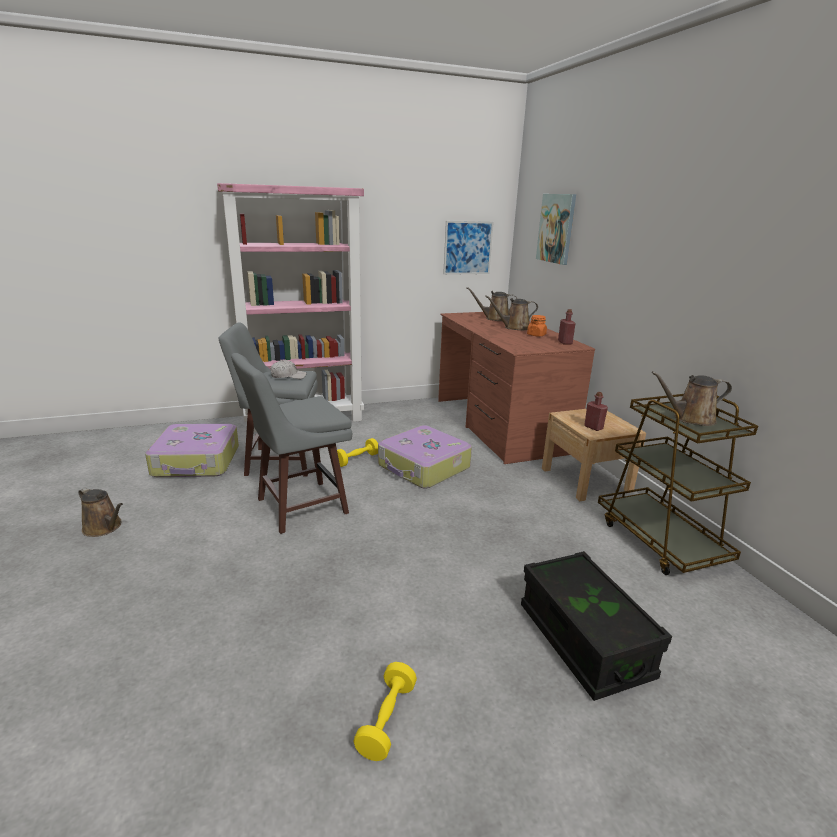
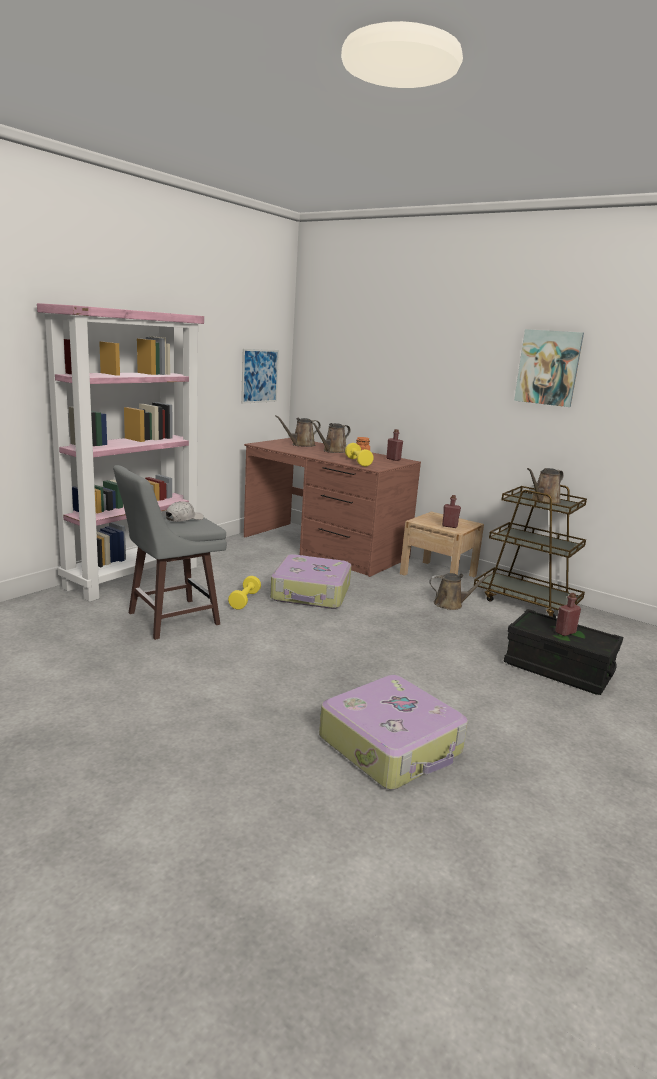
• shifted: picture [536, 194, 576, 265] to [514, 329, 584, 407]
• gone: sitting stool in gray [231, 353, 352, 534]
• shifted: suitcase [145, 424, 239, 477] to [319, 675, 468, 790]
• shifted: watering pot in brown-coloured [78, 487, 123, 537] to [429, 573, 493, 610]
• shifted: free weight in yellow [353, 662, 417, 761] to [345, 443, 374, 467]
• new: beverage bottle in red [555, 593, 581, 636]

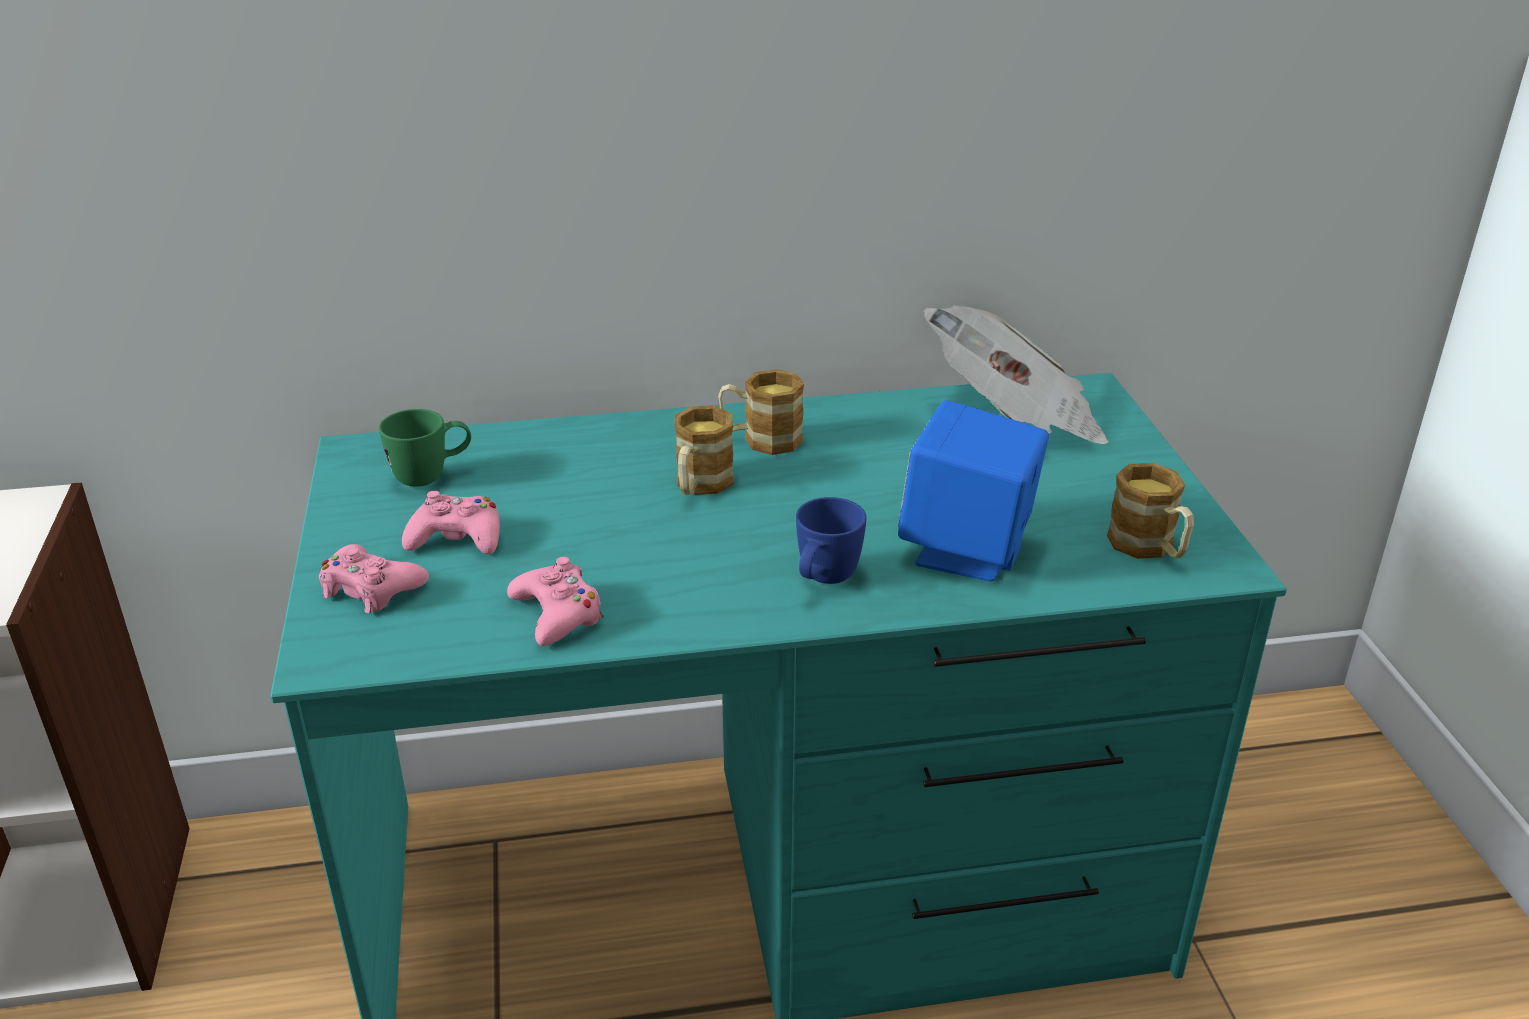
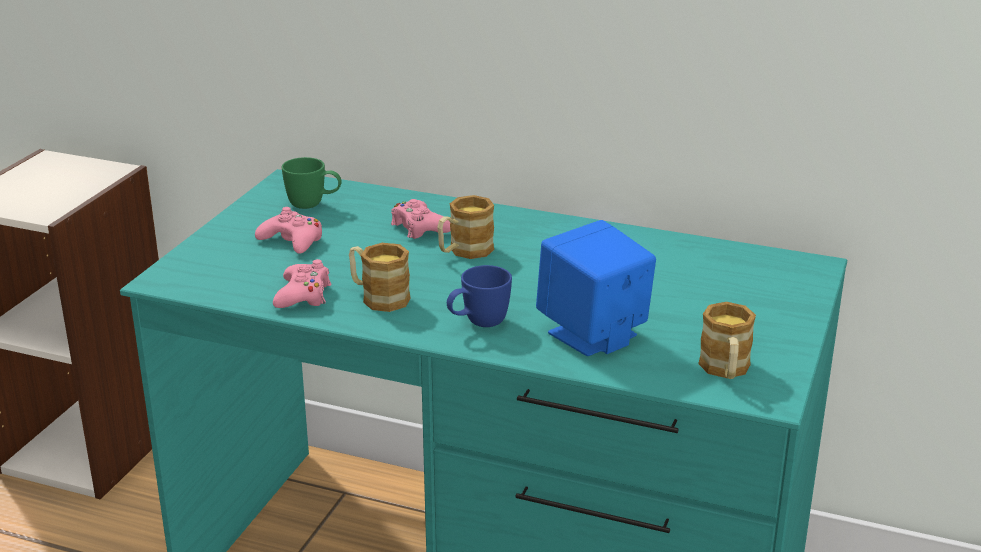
• gone: newspaper [924, 305, 1109, 444]
• shifted: mug [718, 369, 804, 455] to [349, 243, 411, 312]
• shifted: gamepad in pinkish [319, 544, 429, 614] to [391, 199, 451, 239]

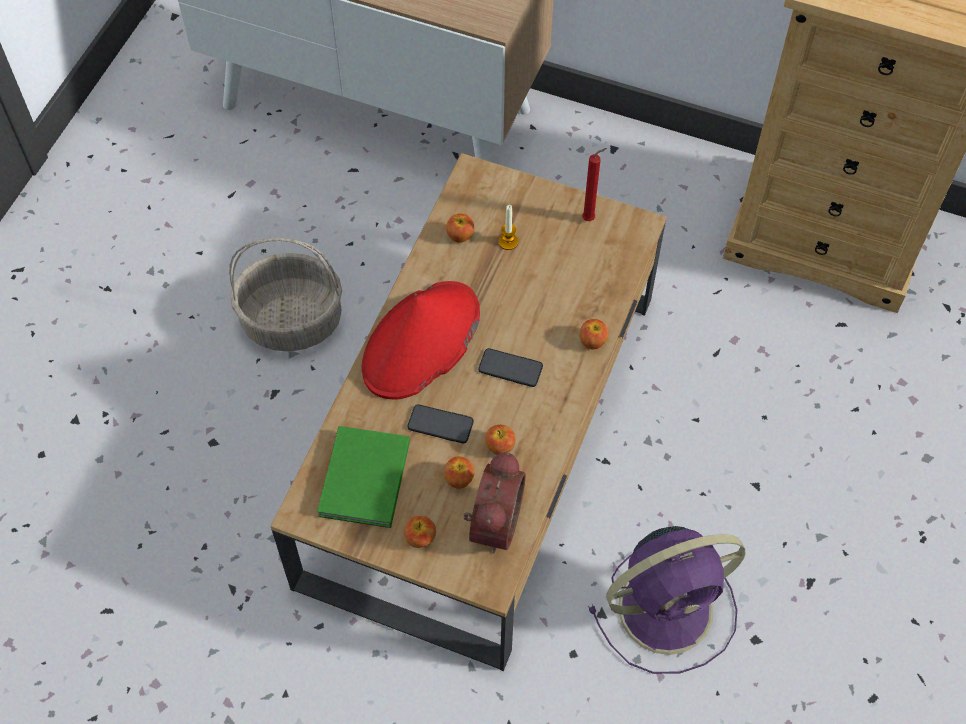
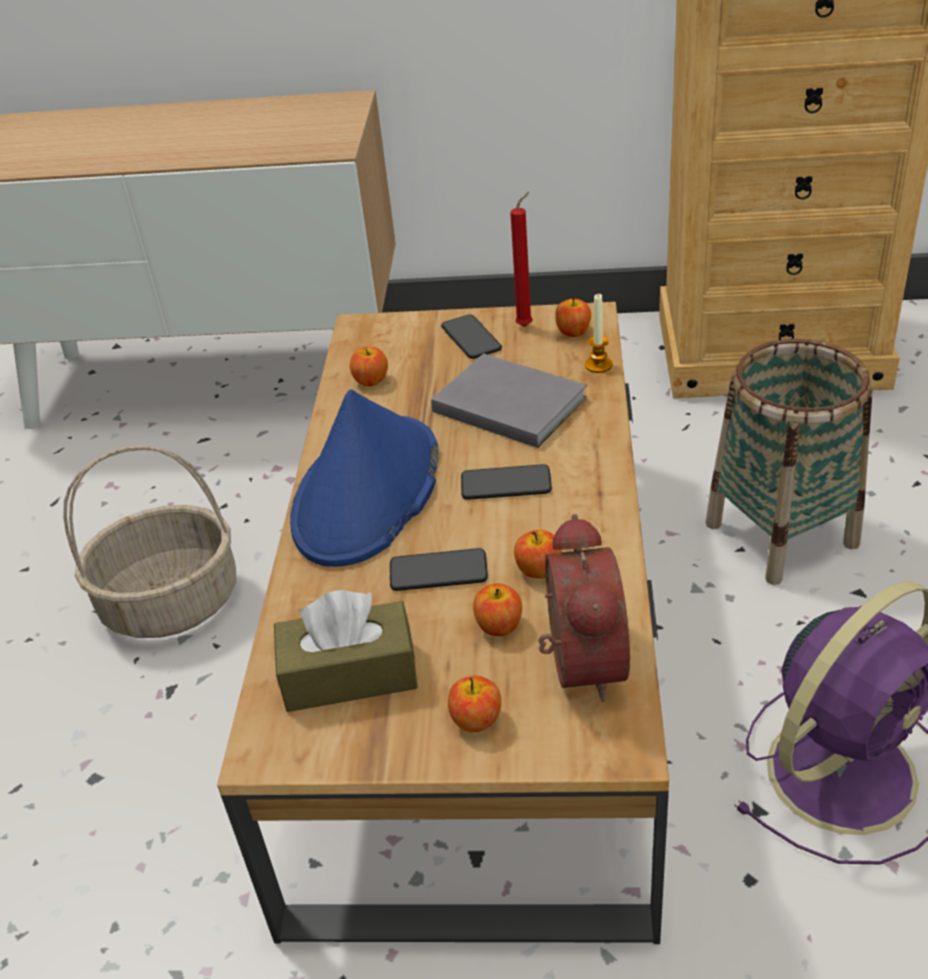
• shifted: wax candle [498, 205, 518, 250] to [585, 294, 613, 373]
• repainted: wearable hat in red [362, 281, 480, 400] to wearable hat in blue-coloured [290, 389, 439, 567]
• shifted: whole apple [579, 319, 609, 349] to [555, 298, 591, 337]
• swapped: volume in green [317, 426, 410, 528] to tissue holder in brown-coloured [274, 590, 418, 712]
• new: telephone [441, 315, 502, 359]
• new: basket [705, 339, 873, 585]
• new: volume in gray [431, 353, 587, 448]

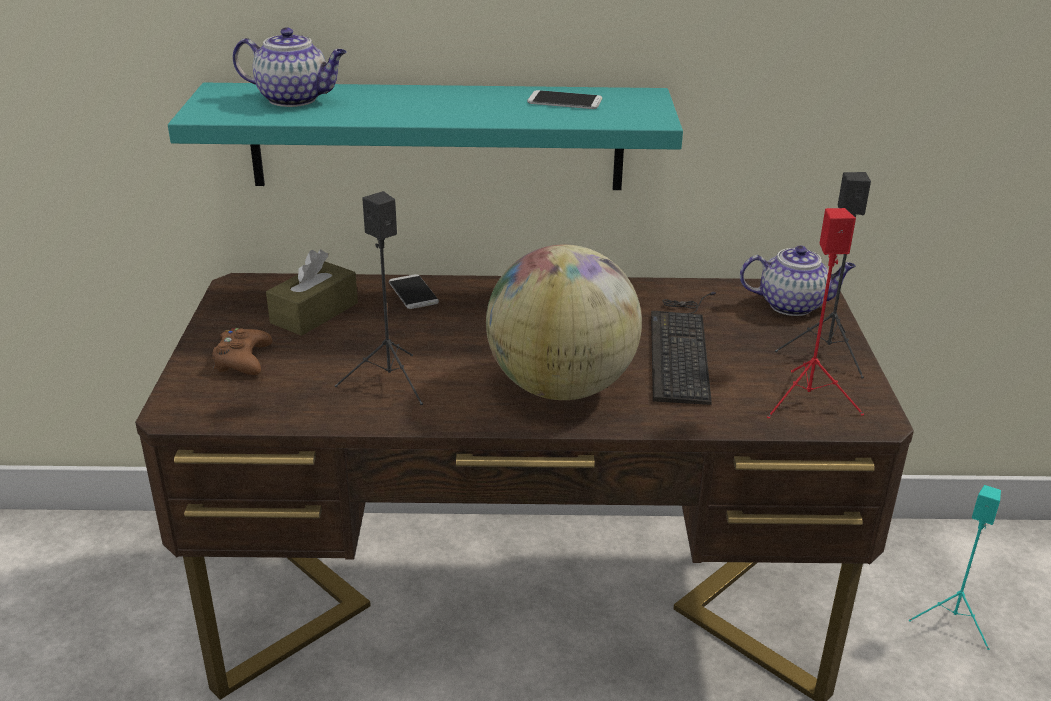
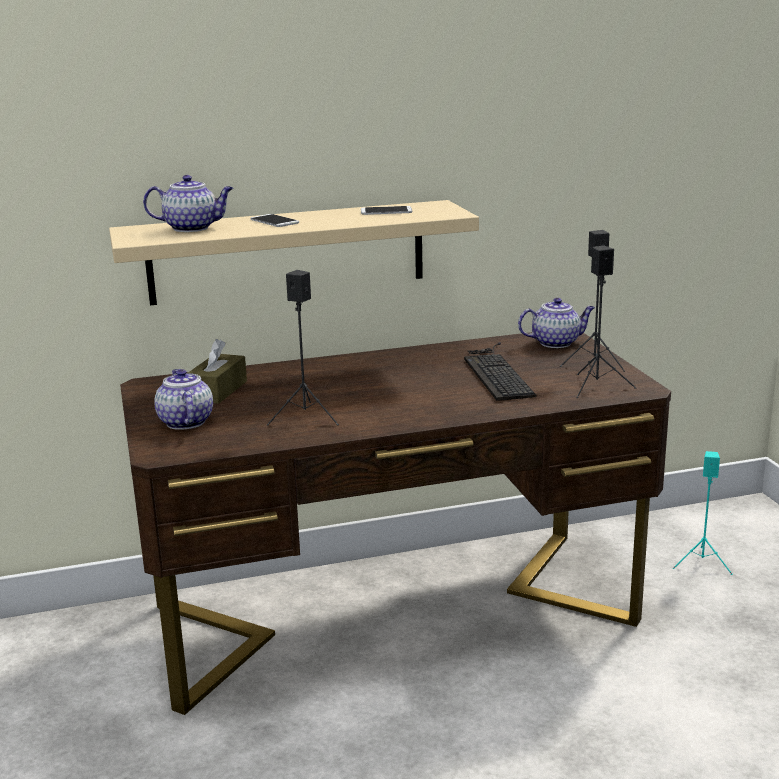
• repainted: bracket shelf in blue-green [168, 83, 683, 190] to bracket shelf in beige [109, 200, 479, 306]
• repainted: loudspeaker in red [767, 208, 864, 419] to loudspeaker in black-coloured [576, 246, 636, 398]
• gone: globe [486, 245, 642, 400]
• shifted: telephone [389, 274, 439, 309] to [250, 214, 299, 227]
• swapped: gamepad in brown-coloured [213, 328, 272, 375] to tea pot [154, 369, 213, 430]

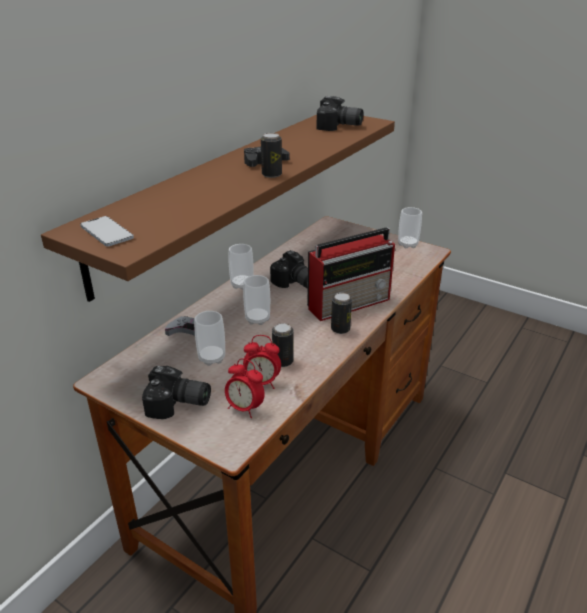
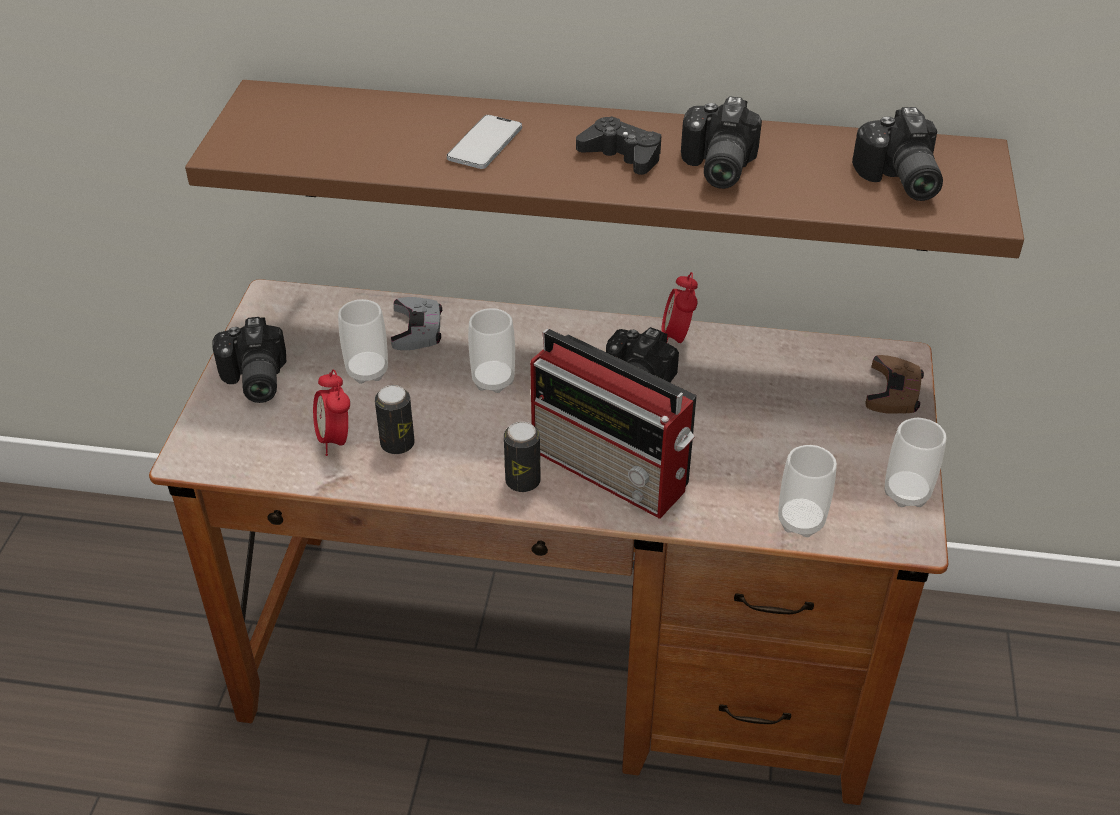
• gone: can [261, 133, 282, 178]
• shifted: telephone [80, 216, 134, 247] to [447, 115, 522, 169]
• shifted: cup [228, 244, 254, 290] to [778, 445, 837, 537]
• shifted: bedside clock [225, 358, 265, 418] to [661, 272, 698, 343]
• new: photo camera [681, 96, 762, 189]
• new: gamepad in brown-coloured [865, 355, 924, 414]

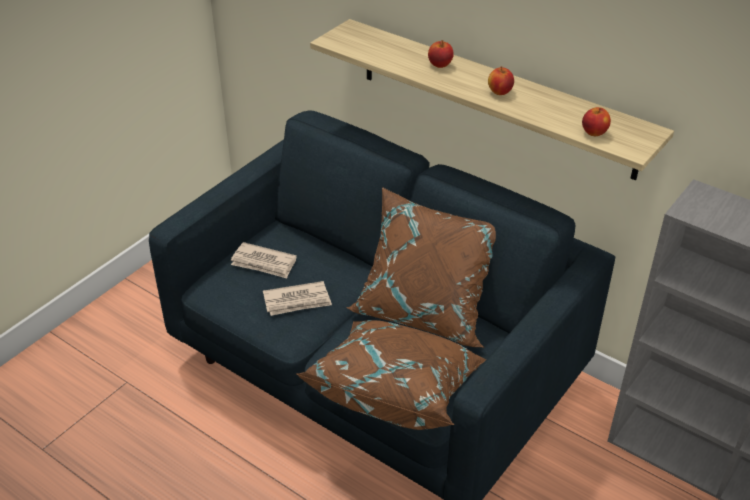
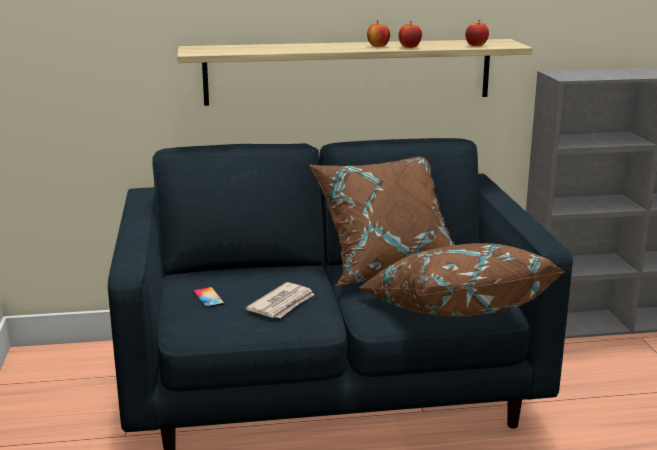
• shifted: whole apple [428, 40, 454, 68] to [398, 21, 422, 48]
• swapped: newspaper [231, 242, 297, 278] to telephone [194, 287, 225, 308]

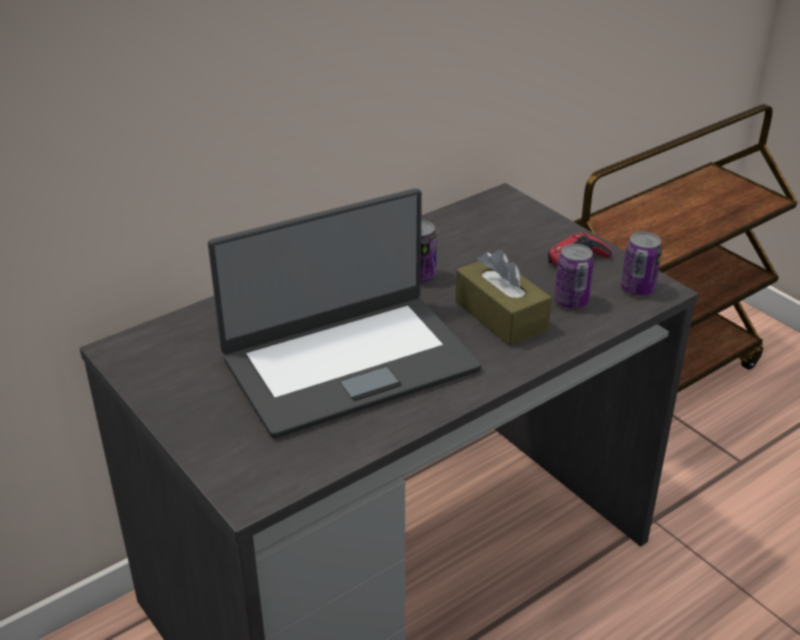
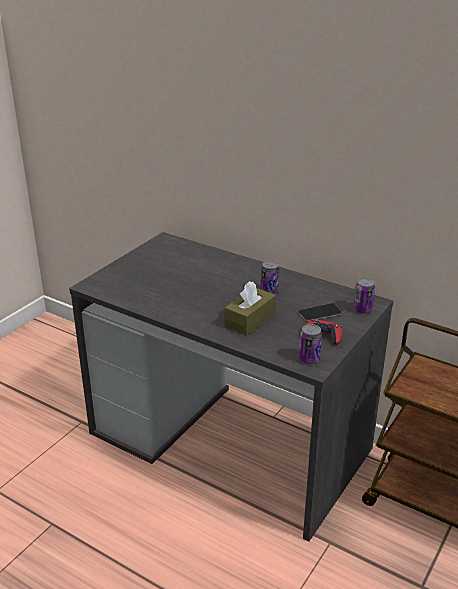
• gone: laptop [208, 188, 481, 438]
• shifted: can [554, 244, 594, 309] to [353, 278, 375, 314]
• new: telephone [299, 303, 342, 321]

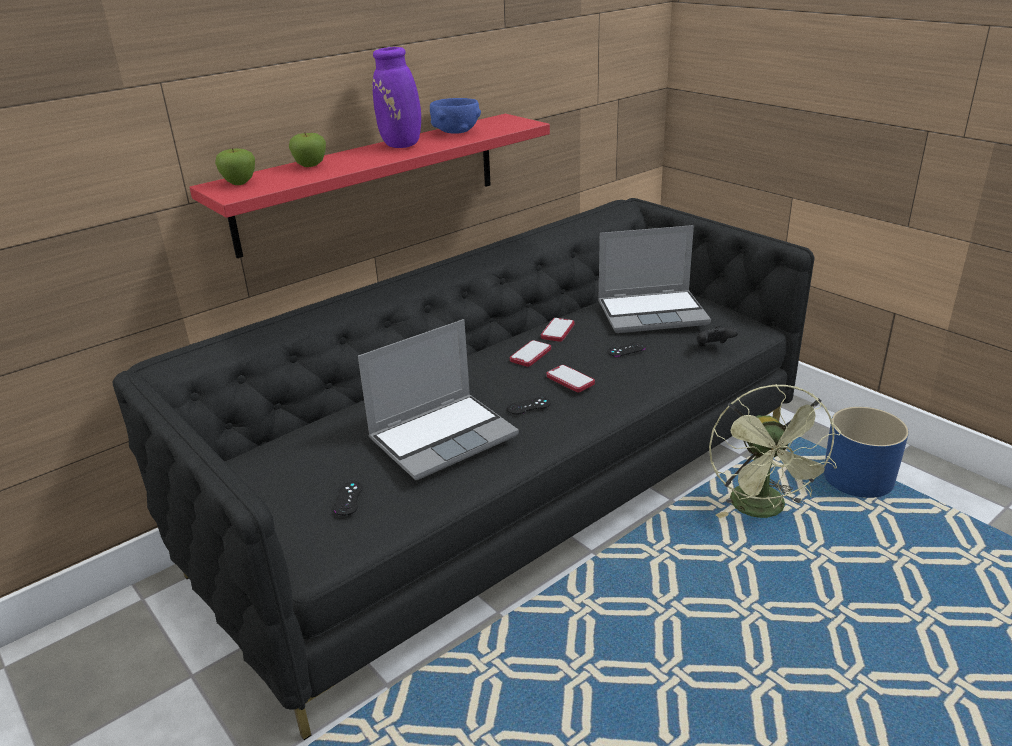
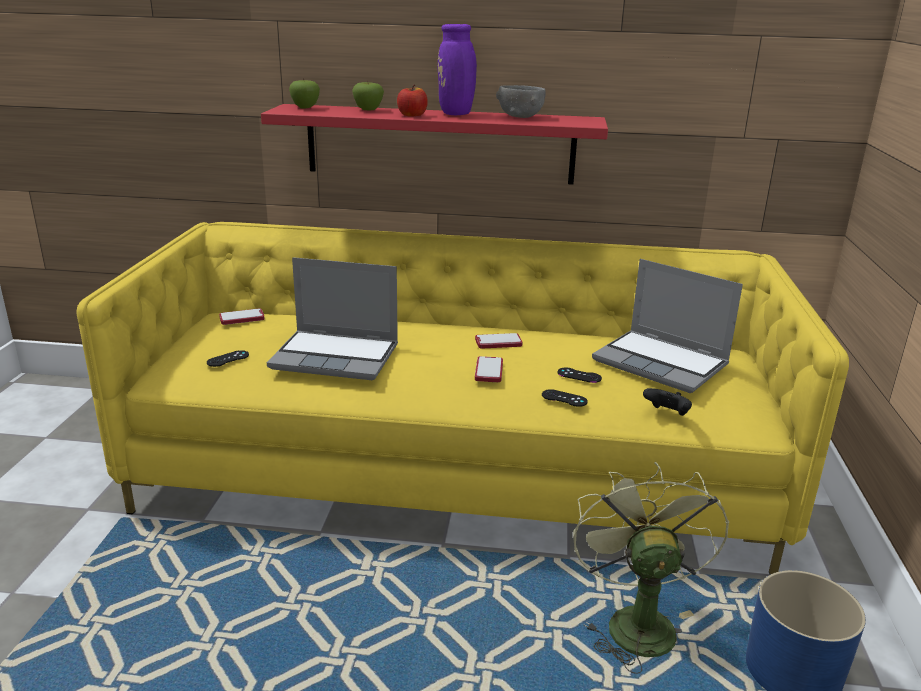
• repainted: bowl in blue-coloured [430, 98, 481, 134] to bowl in gray [496, 85, 546, 118]
• repainted: settee in black-coloured [112, 198, 815, 740] to settee in yellow [76, 222, 849, 575]
• shifted: telephone [541, 318, 574, 342] to [219, 309, 265, 325]
• rotated: fan in green [709, 384, 841, 518] = [573, 462, 729, 674] 135 degrees clockwise
• shifted: gamepad in black-coloured [507, 397, 551, 415] to [542, 389, 588, 407]
• new: whole apple [397, 85, 428, 117]

